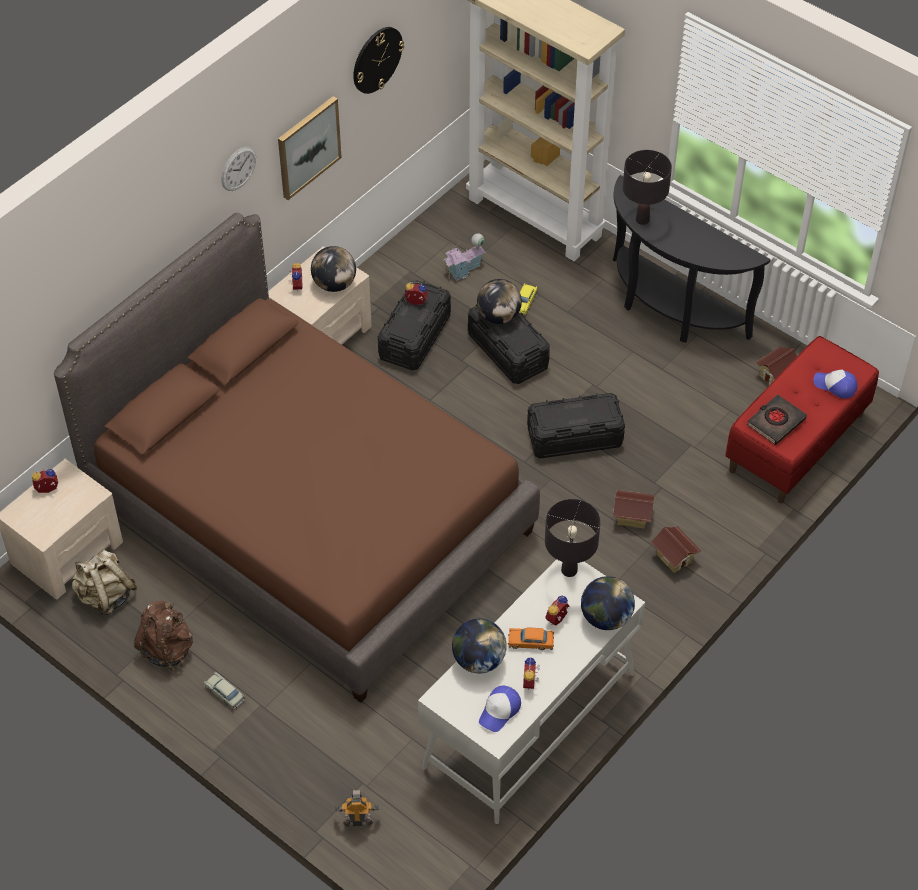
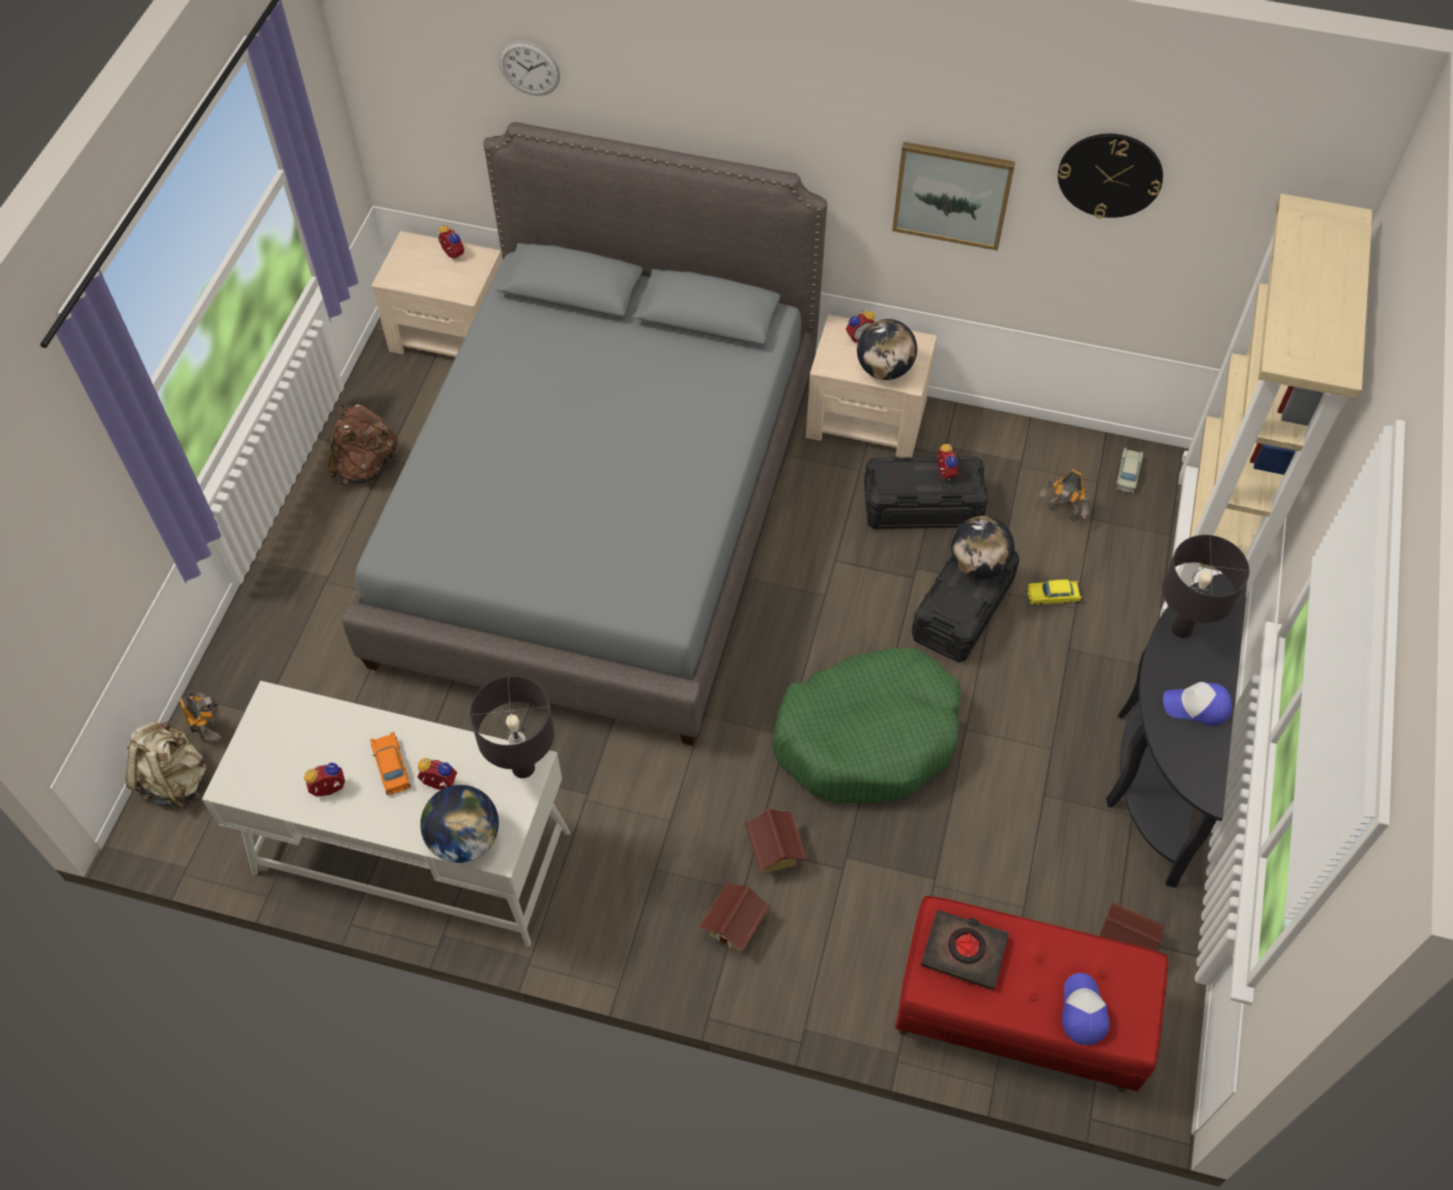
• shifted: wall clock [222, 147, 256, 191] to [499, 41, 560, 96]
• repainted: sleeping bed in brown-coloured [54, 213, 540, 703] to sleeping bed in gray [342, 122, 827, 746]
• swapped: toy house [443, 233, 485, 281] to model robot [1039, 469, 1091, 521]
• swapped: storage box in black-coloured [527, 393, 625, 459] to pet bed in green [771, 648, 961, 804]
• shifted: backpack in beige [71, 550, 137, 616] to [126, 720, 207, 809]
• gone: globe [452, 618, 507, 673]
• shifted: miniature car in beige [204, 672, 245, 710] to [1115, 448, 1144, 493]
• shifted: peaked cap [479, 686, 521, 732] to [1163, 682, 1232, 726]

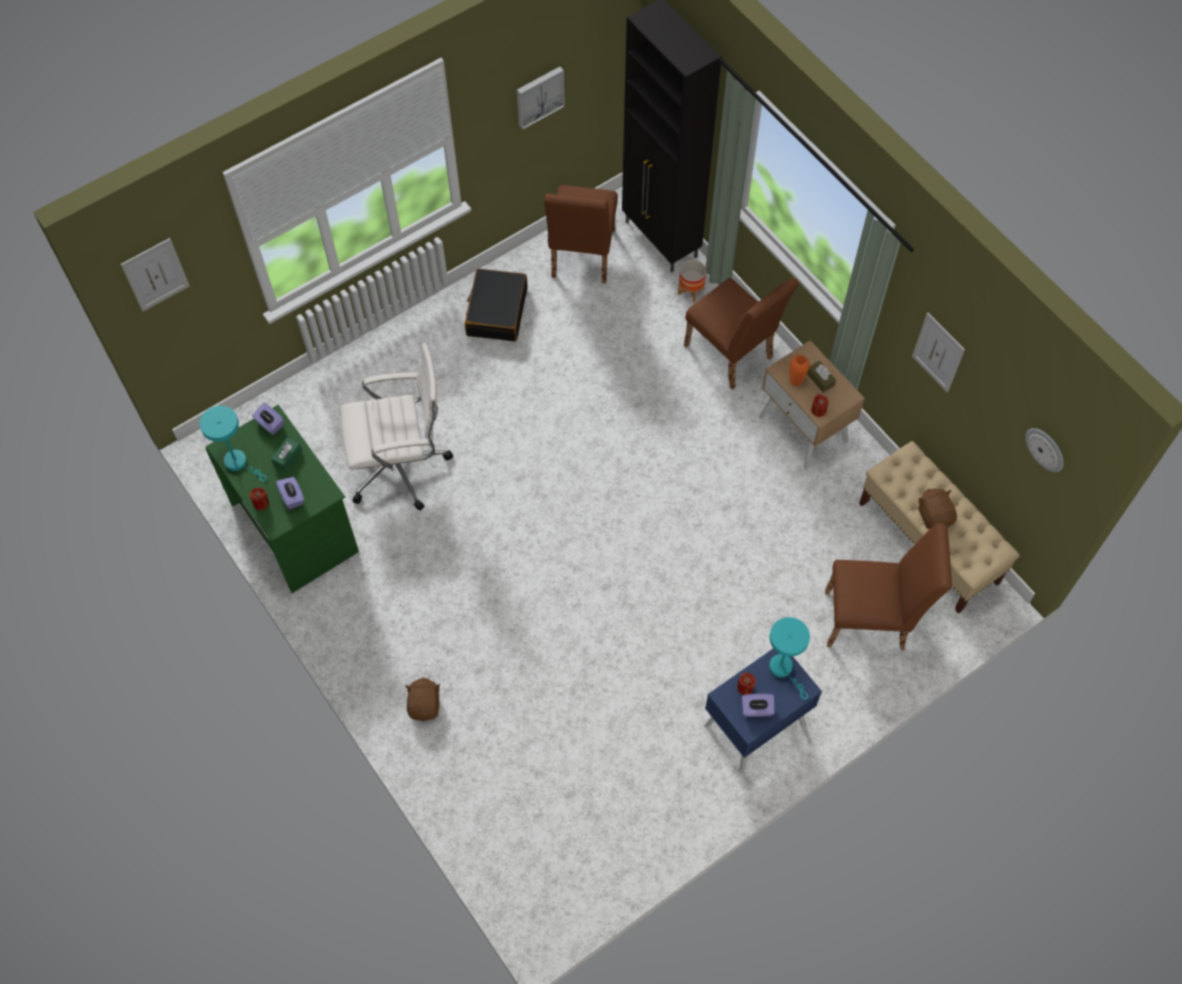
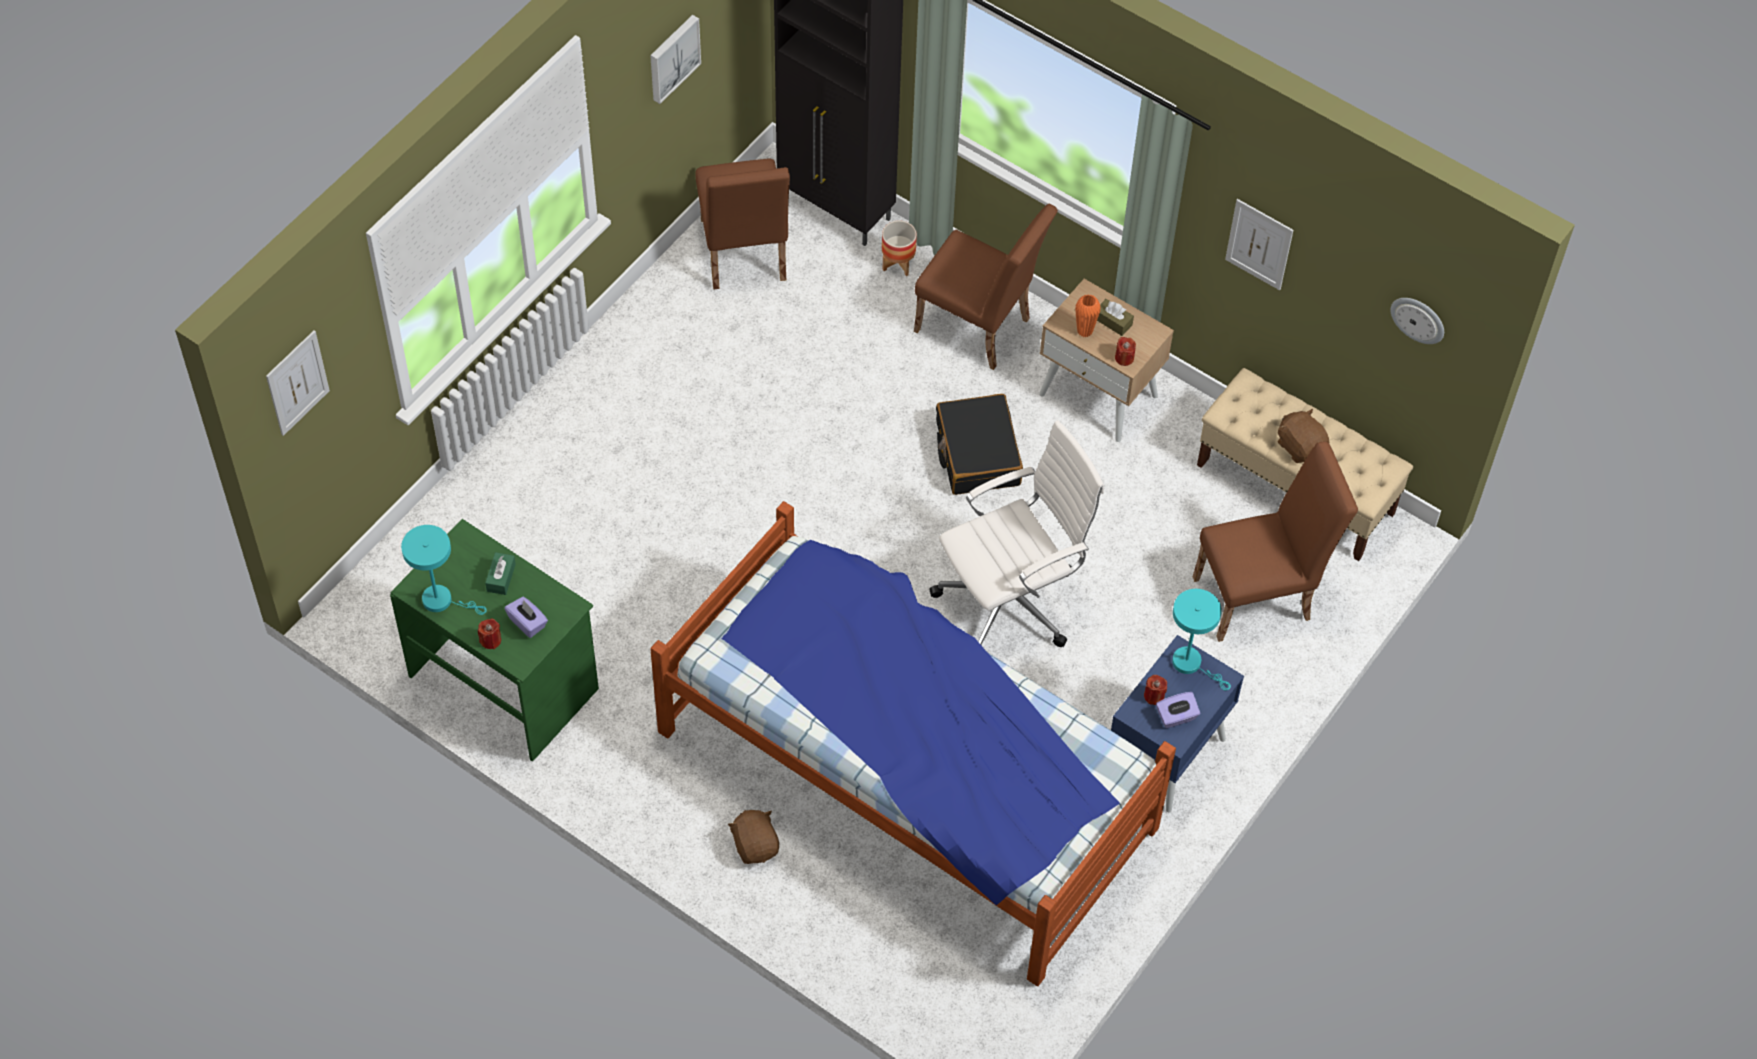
• shifted: suitcase in black-coloured [465, 269, 527, 341] to [936, 394, 1023, 495]
• shifted: office chair in white [341, 343, 453, 511] to [929, 420, 1104, 647]
• gone: tissue holder in purple-coloured [252, 403, 284, 435]
• new: sleeping bed [650, 501, 1176, 986]

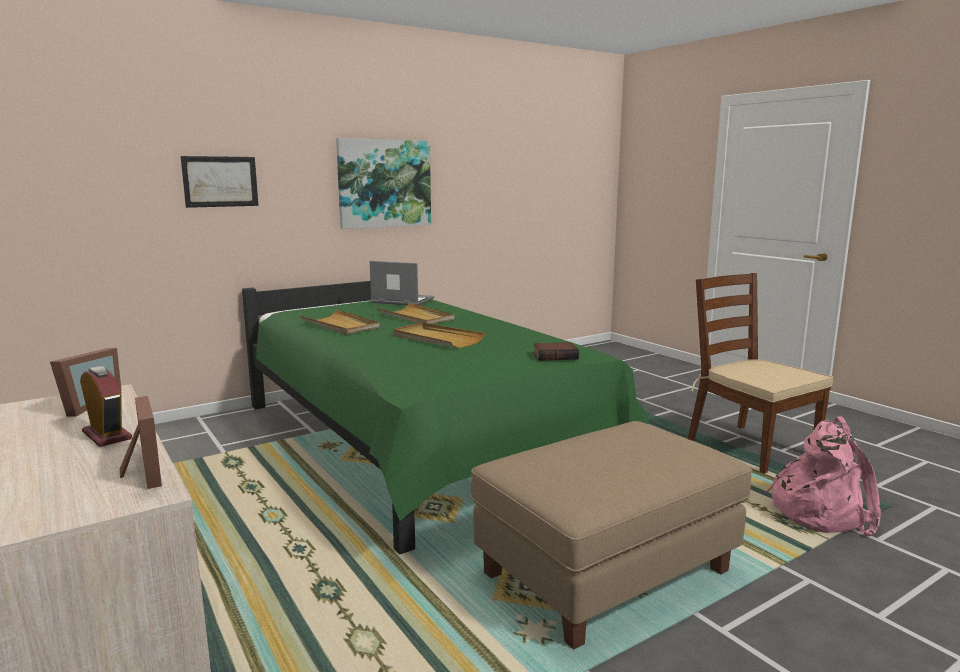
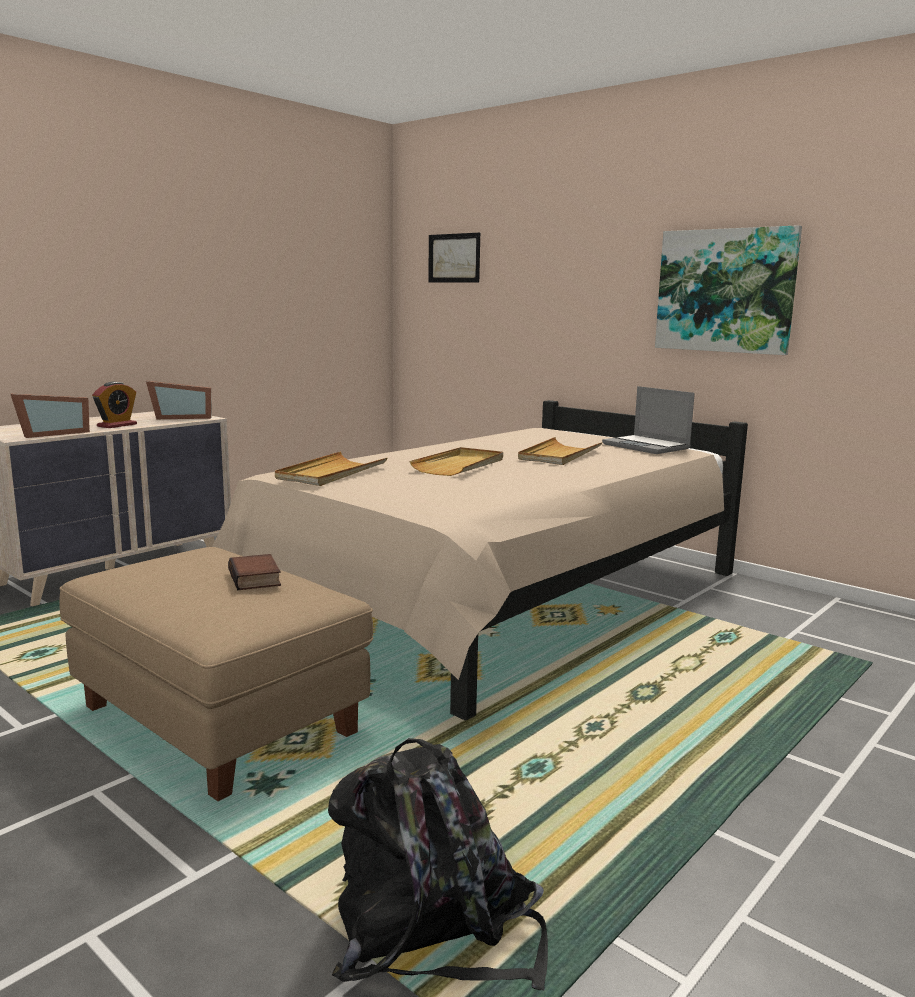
• shifted: picture [181, 156, 258, 208] to [428, 233, 480, 283]
• rotated: laptop [370, 261, 434, 305] = [602, 386, 695, 454] 135 degrees clockwise
• gone: plain chair in brown-coloured [688, 273, 833, 474]
• repainted: sleeping bed in green [242, 281, 649, 554] to sleeping bed in beige [212, 400, 748, 720]
• shifted: carrying tray in beige [300, 310, 380, 335] to [275, 451, 387, 486]
• shifted: volume [533, 342, 579, 361] to [228, 554, 281, 591]
• repainted: backpack in pinkish [766, 416, 881, 537] to backpack in black-coloured [328, 738, 548, 990]

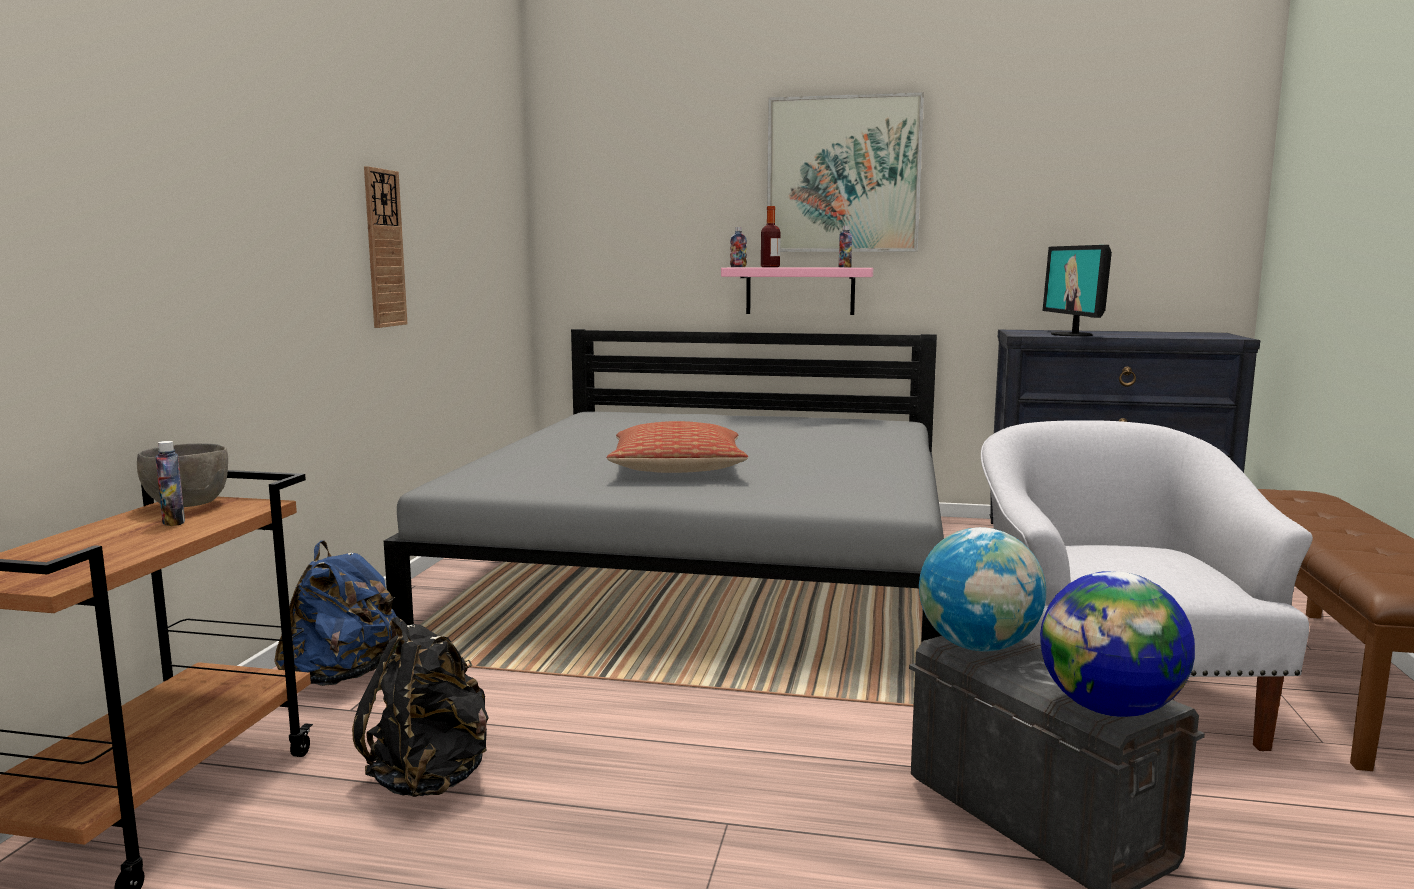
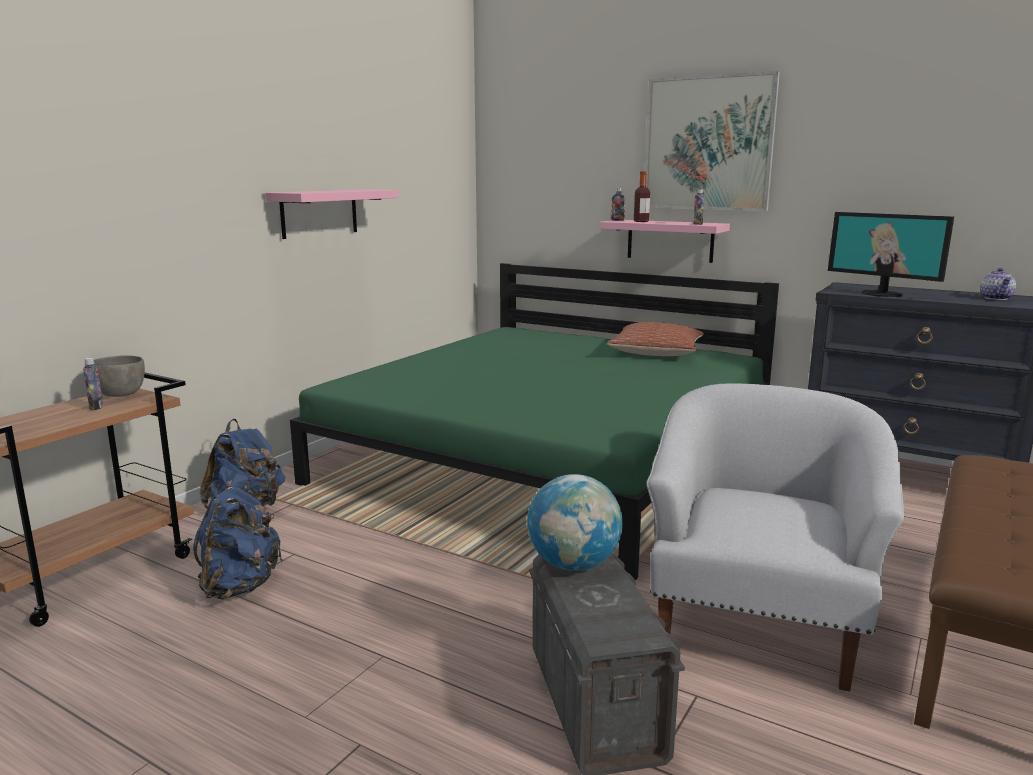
• swapped: wall clock [364, 166, 407, 328] to bracket shelf in pinkish [265, 189, 398, 239]
• rotated: monitor [1043, 245, 1112, 337] = [828, 212, 954, 297] 60 degrees counterclockwise
• repainted: sleeping bed in gray [384, 329, 944, 643] to sleeping bed in green [290, 263, 779, 580]
• shifted: pillow [607, 421, 748, 473] to [607, 322, 704, 356]
• gone: globe [1040, 571, 1195, 717]
• repainted: backpack in black-coloured [352, 616, 489, 797] to backpack in blue-coloured [193, 482, 283, 600]
• new: tea pot [980, 268, 1016, 300]

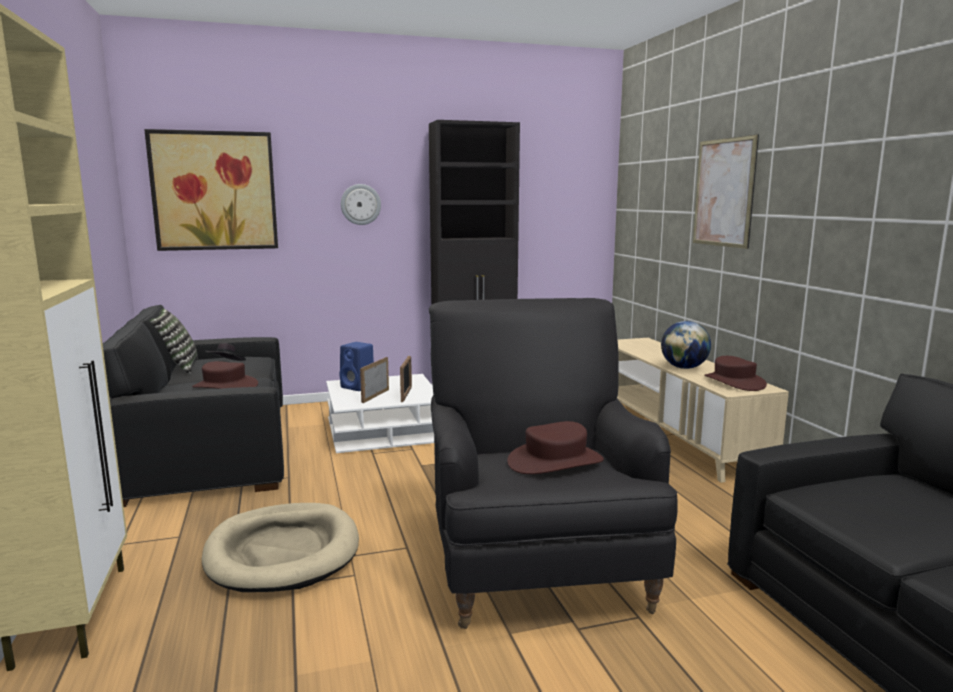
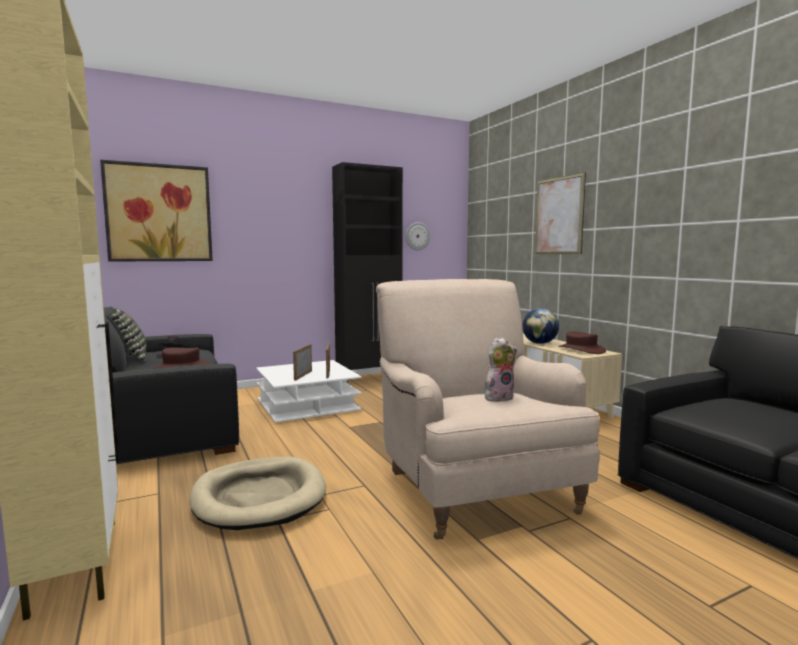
• shifted: wall clock [341, 184, 381, 225] to [406, 222, 430, 251]
• repainted: lounge chair in black-coloured [429, 298, 678, 629] to lounge chair in beige [376, 279, 600, 540]
• gone: loudspeaker in blue-coloured [339, 342, 374, 391]
• swapped: wearable hat in brown-coloured [507, 421, 604, 474] to plush toy [485, 337, 517, 402]

